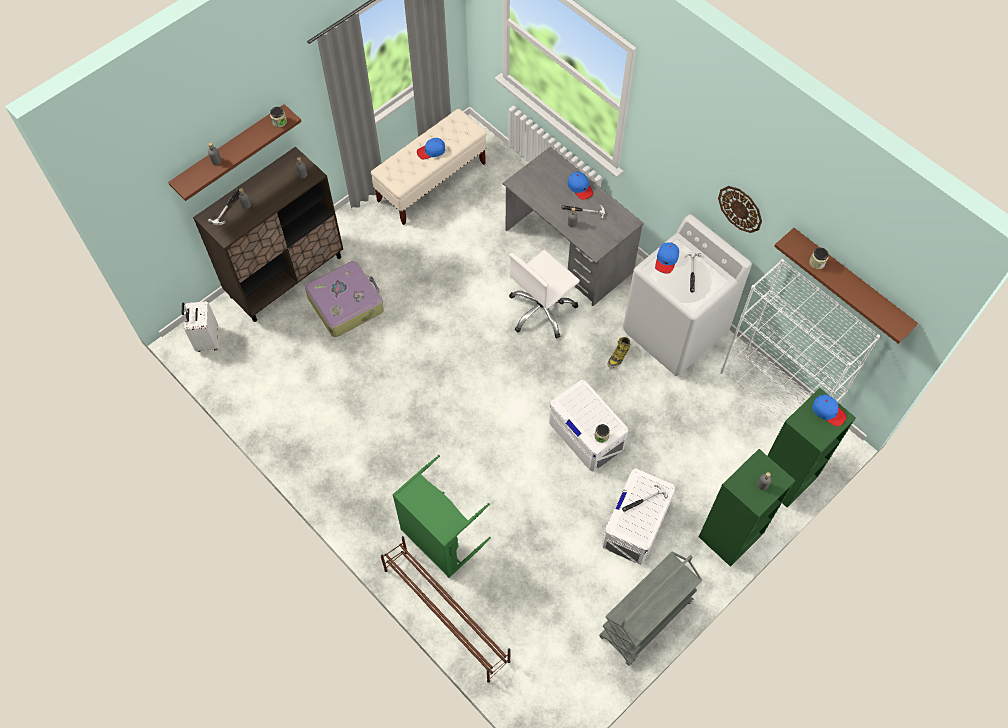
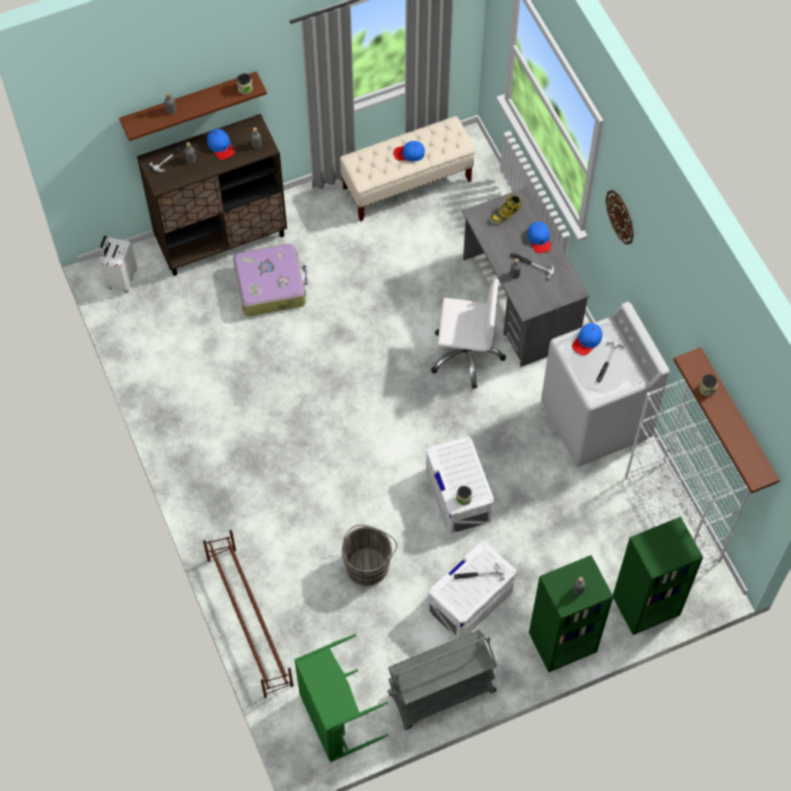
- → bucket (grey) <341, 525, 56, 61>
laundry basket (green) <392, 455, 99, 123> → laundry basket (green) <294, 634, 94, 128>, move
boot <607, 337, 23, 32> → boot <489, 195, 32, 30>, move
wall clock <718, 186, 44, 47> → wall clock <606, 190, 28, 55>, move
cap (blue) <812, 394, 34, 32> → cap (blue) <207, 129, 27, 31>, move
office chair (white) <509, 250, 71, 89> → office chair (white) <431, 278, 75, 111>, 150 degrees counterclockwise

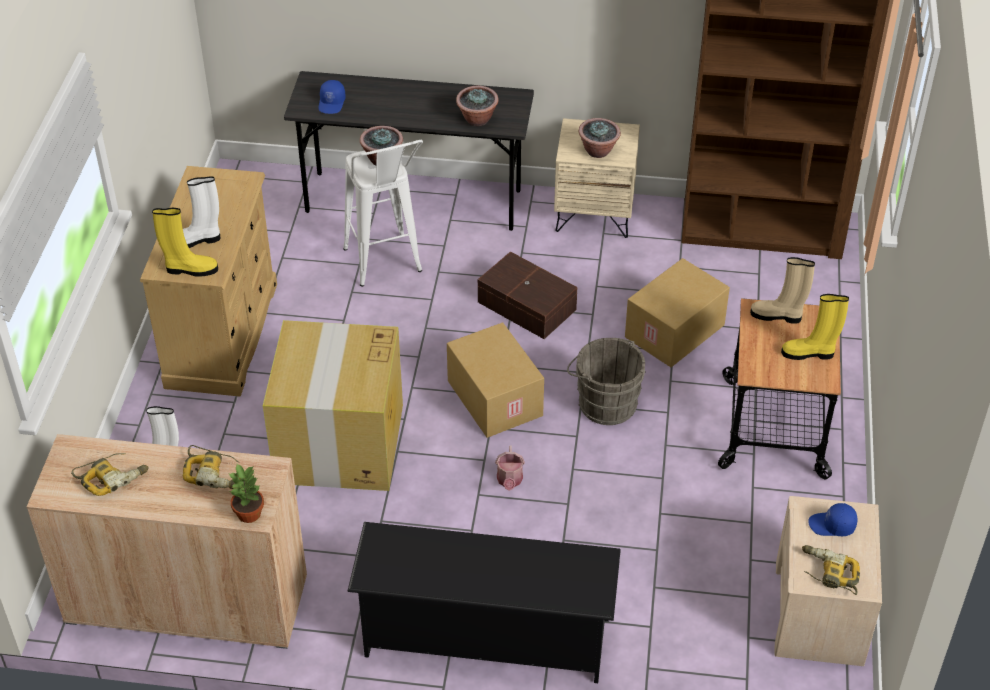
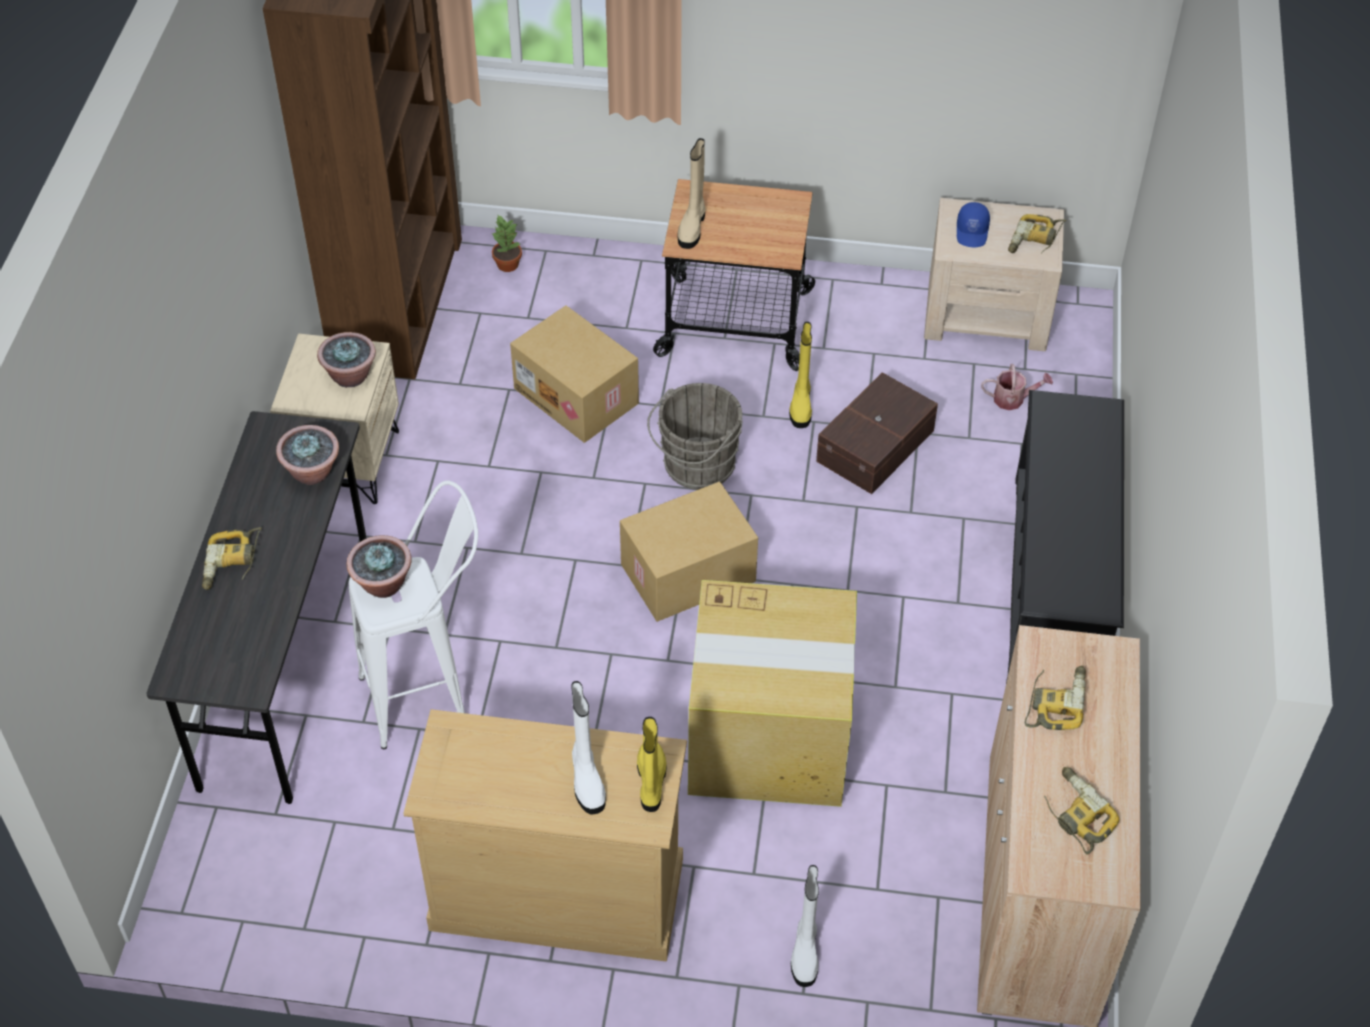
cap (blue) <319, 80, 27, 34> → -
- → power drill <202, 527, 60, 63>
potted plant <228, 464, 36, 59> → potted plant <492, 215, 30, 57>, move
storage box (brown) <478, 251, 99, 88> → storage box (brown) <816, 372, 122, 122>, move
watering can <495, 445, 30, 46> → watering can <981, 364, 72, 46>, move
boot (yellow) <781, 294, 68, 66> → boot (yellow) <789, 322, 23, 106>, move

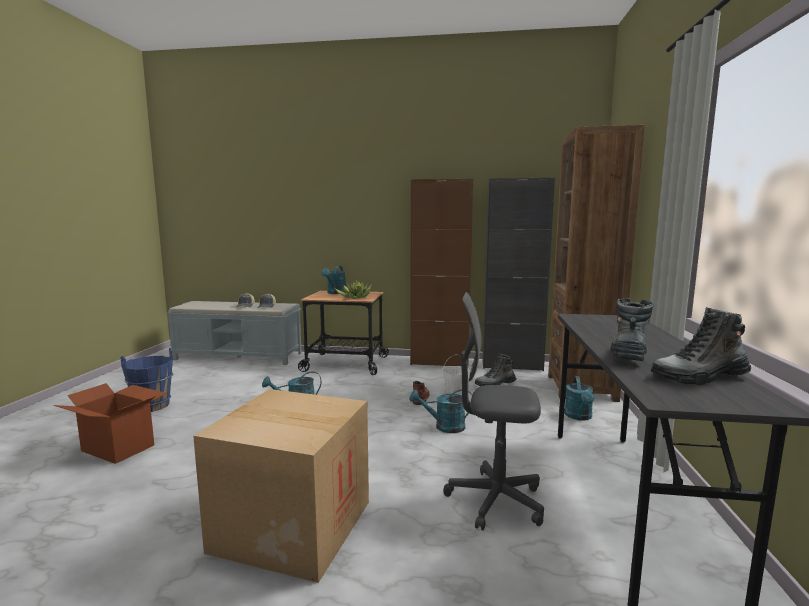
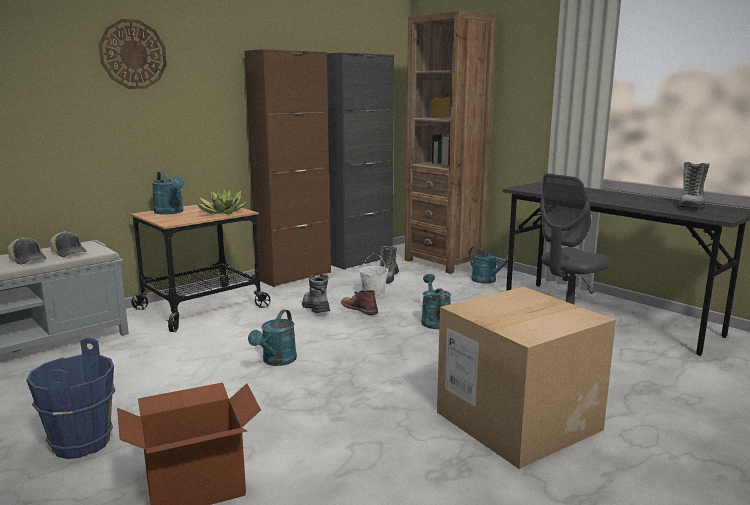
- → wall clock <99, 19, 68, 70>
boot <610, 298, 44, 63> → boot <302, 274, 28, 39>, move
watering can (turquoise) <410, 389, 62, 44> → watering can (turquoise) <421, 274, 30, 55>, 135 degrees clockwise

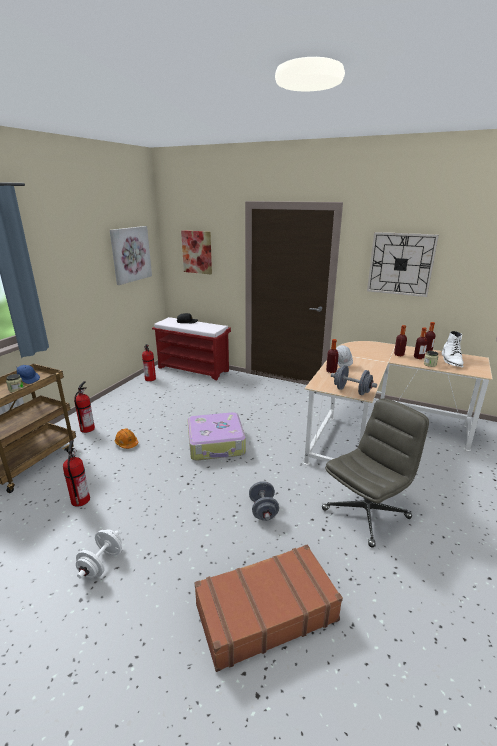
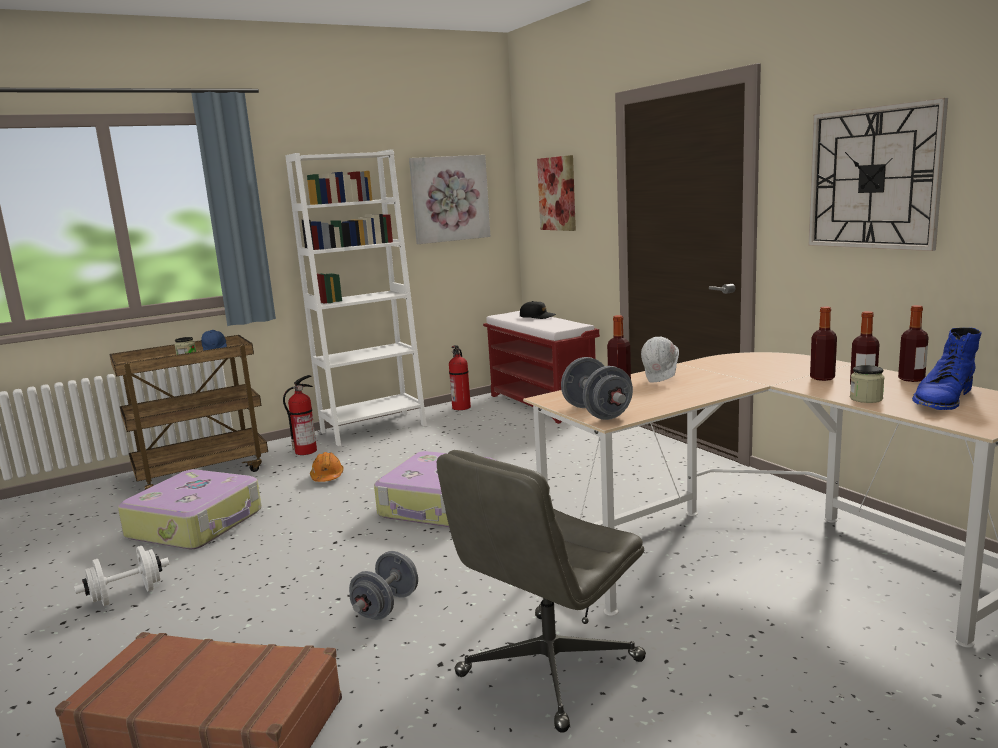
- → bookcase (white) <285, 149, 142, 297>
fire extinguisher <63, 440, 27, 67> → suitcase <118, 469, 144, 80>
boot (white) <442, 331, 21, 37> → boot (blue) <912, 327, 70, 83>
office chair (grey) <322, 398, 107, 149> → office chair (grey) <437, 450, 209, 283>, 135 degrees clockwise

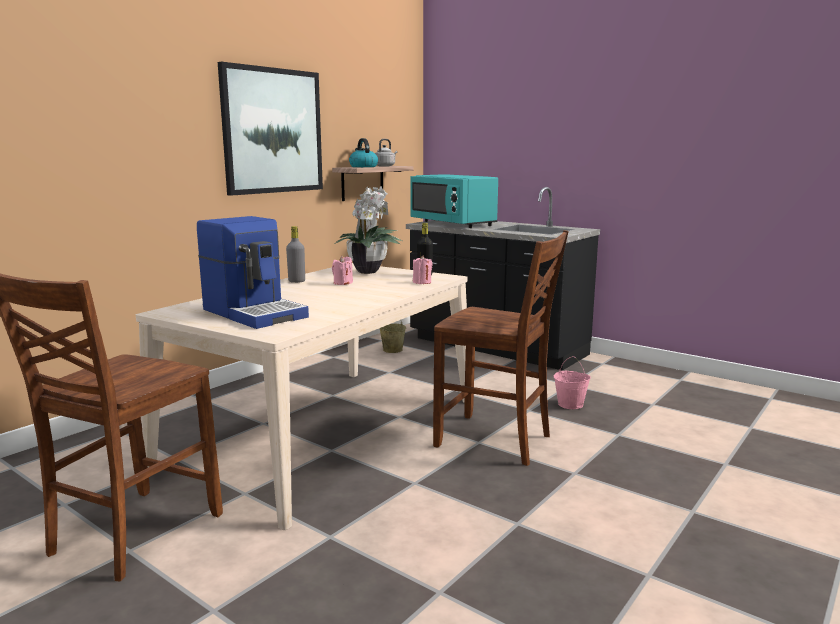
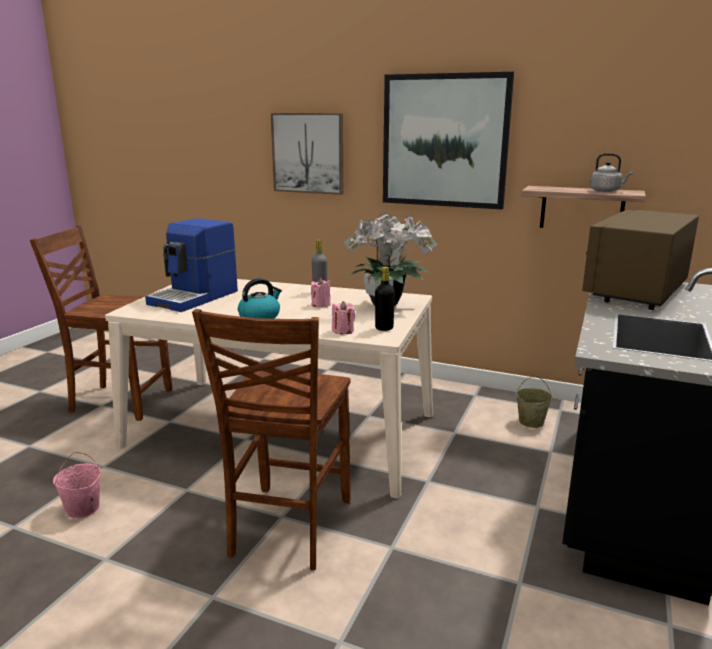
- → picture <271, 113, 72, 82>
kettle <349, 138, 29, 29> → kettle <238, 278, 44, 41>, move
bucket (pink) <554, 356, 37, 53> → bucket (pink) <53, 452, 48, 67>, move
microwave (turquoise) <410, 174, 88, 54> → microwave (brown) <582, 210, 117, 100>

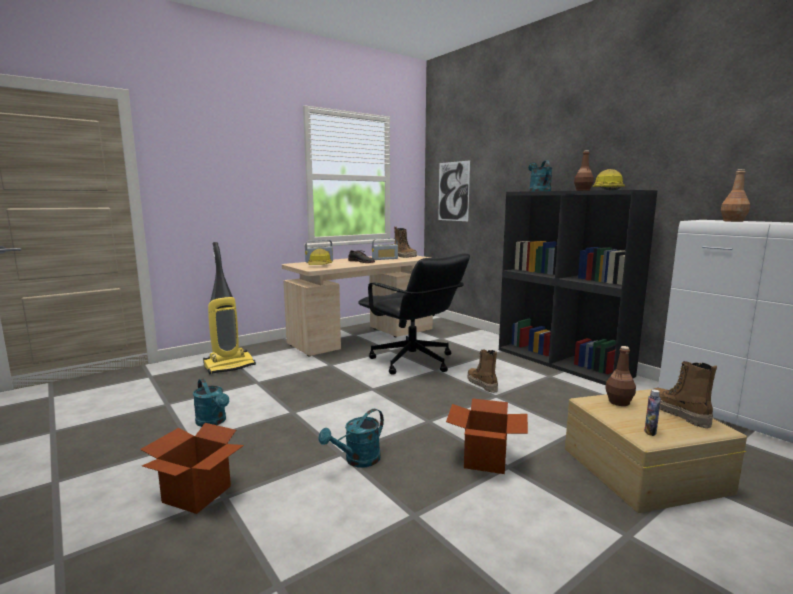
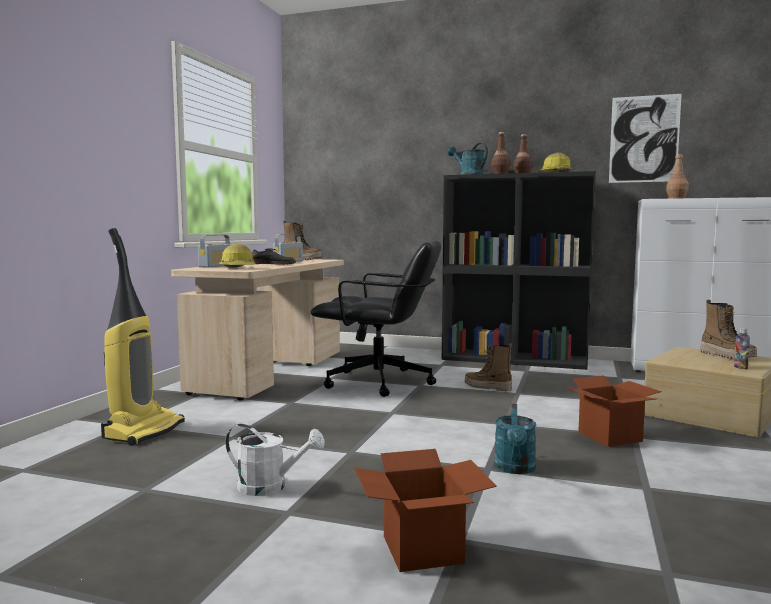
picture <438, 160, 32, 61> → picture <609, 94, 73, 89>, move
bottle (brown) <606, 346, 30, 60> → bottle (brown) <491, 132, 20, 42>, move
watering can (turquoise) <193, 379, 36, 48> → watering can (white) <225, 424, 100, 72>
boot <650, 361, 67, 67> → boot <700, 300, 57, 59>, 150 degrees counterclockwise

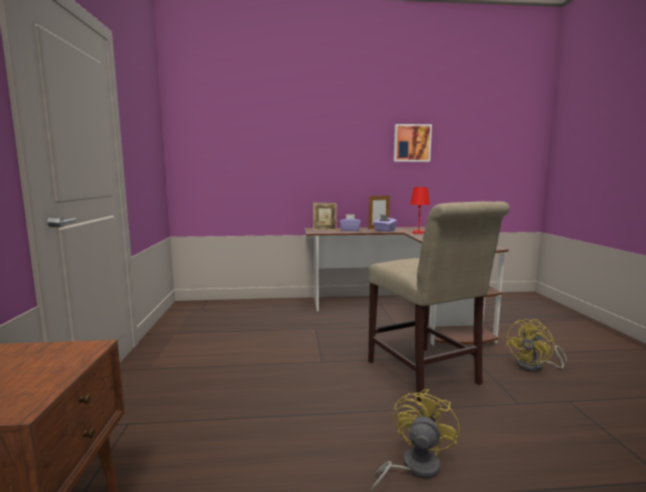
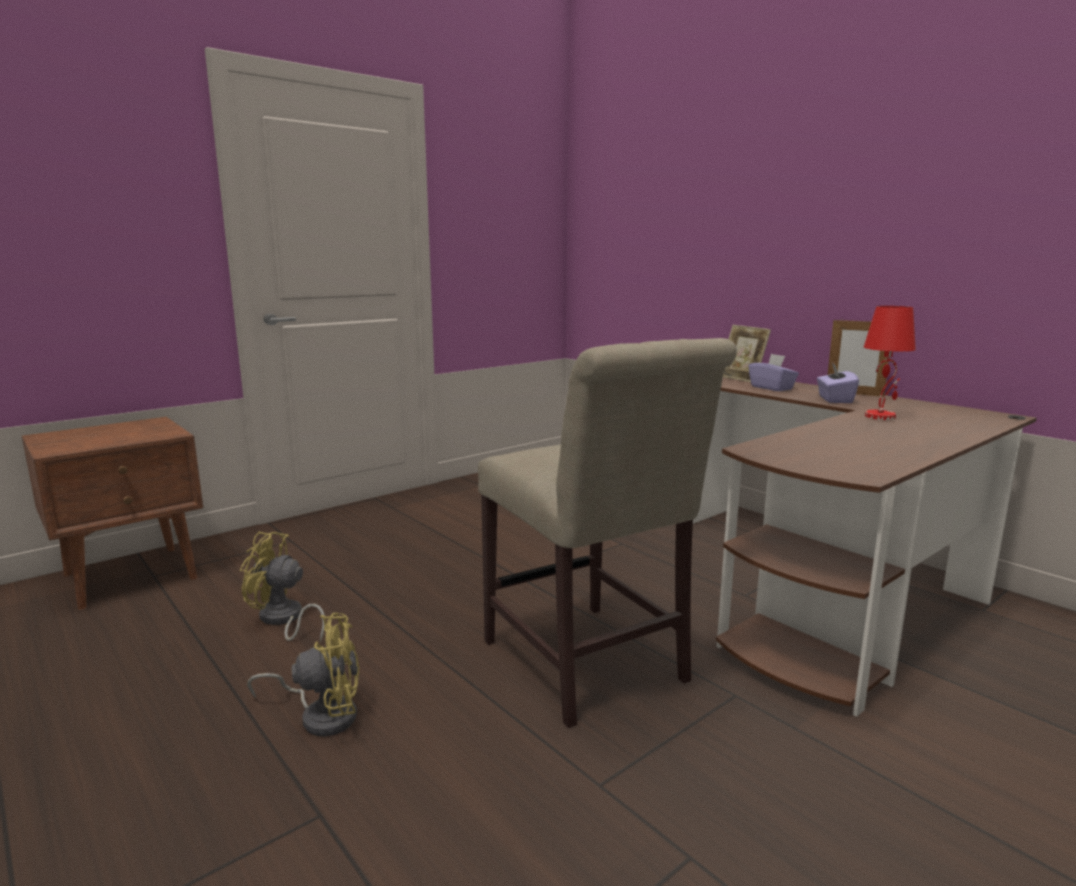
picture <394, 124, 38, 38> → -
fan (yellow) <506, 319, 61, 53> → fan (yellow) <240, 532, 85, 111>, move
chair (beige) <368, 201, 142, 201> → chair (beige) <478, 338, 259, 390>, 60 degrees counterclockwise

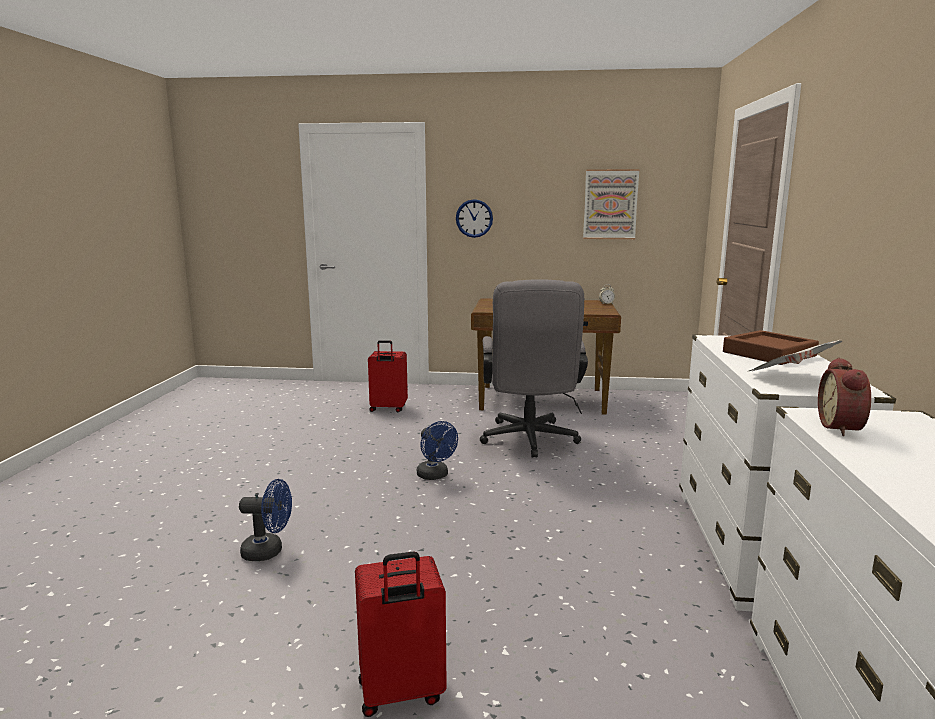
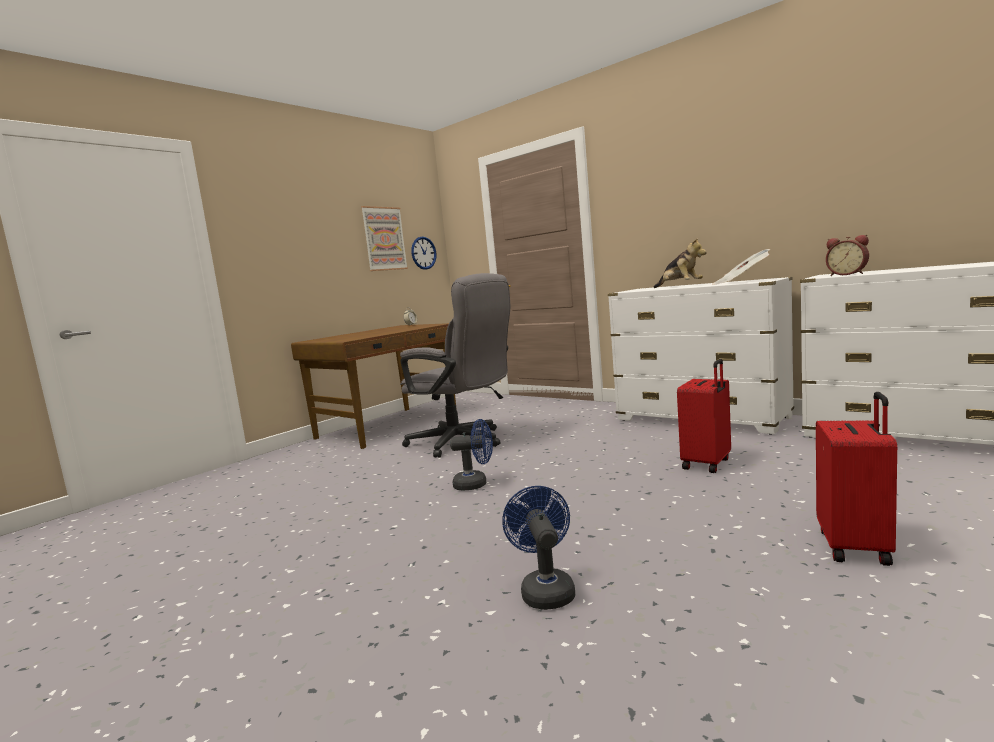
suitcase (red) <368, 340, 40, 72> → suitcase (red) <677, 359, 54, 114>, move
wall clock <456, 199, 37, 39> → wall clock <411, 236, 25, 34>, move
tray (brown) <723, 330, 96, 35> → plush toy <654, 239, 53, 49>
fan (blue) <239, 479, 53, 82> → fan (blue) <502, 486, 73, 124>, 45 degrees counterclockwise

